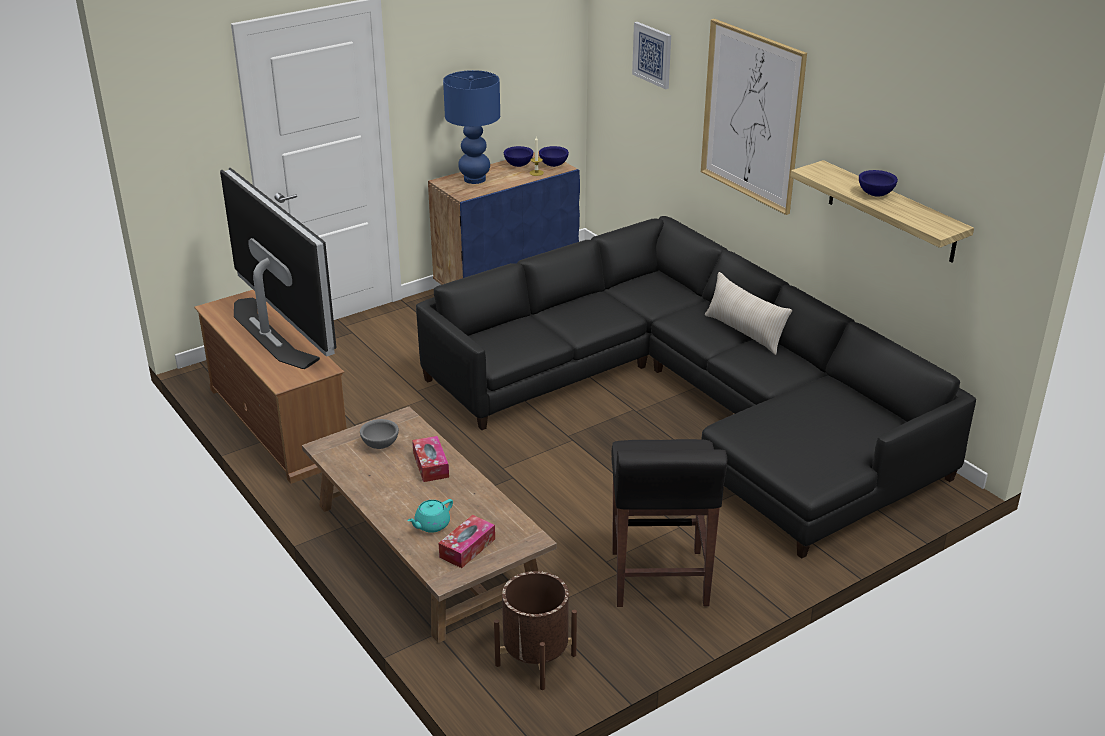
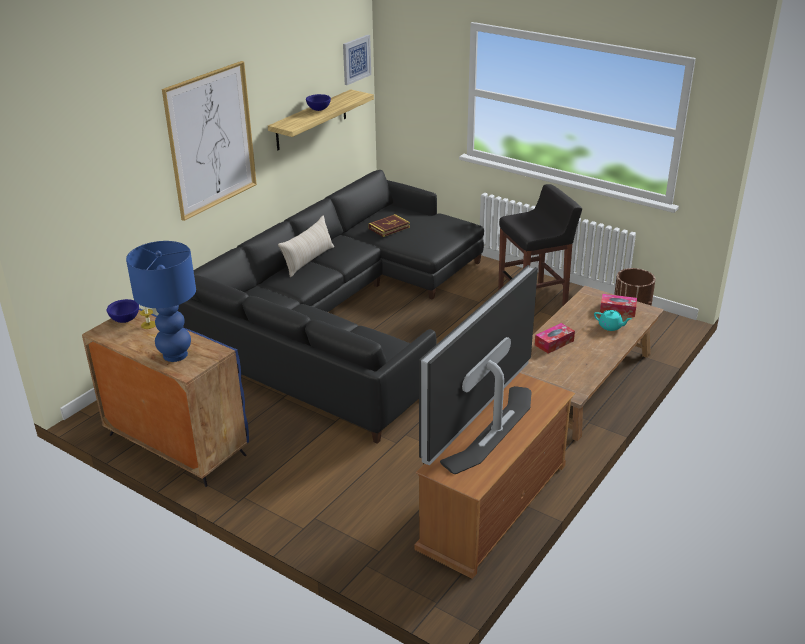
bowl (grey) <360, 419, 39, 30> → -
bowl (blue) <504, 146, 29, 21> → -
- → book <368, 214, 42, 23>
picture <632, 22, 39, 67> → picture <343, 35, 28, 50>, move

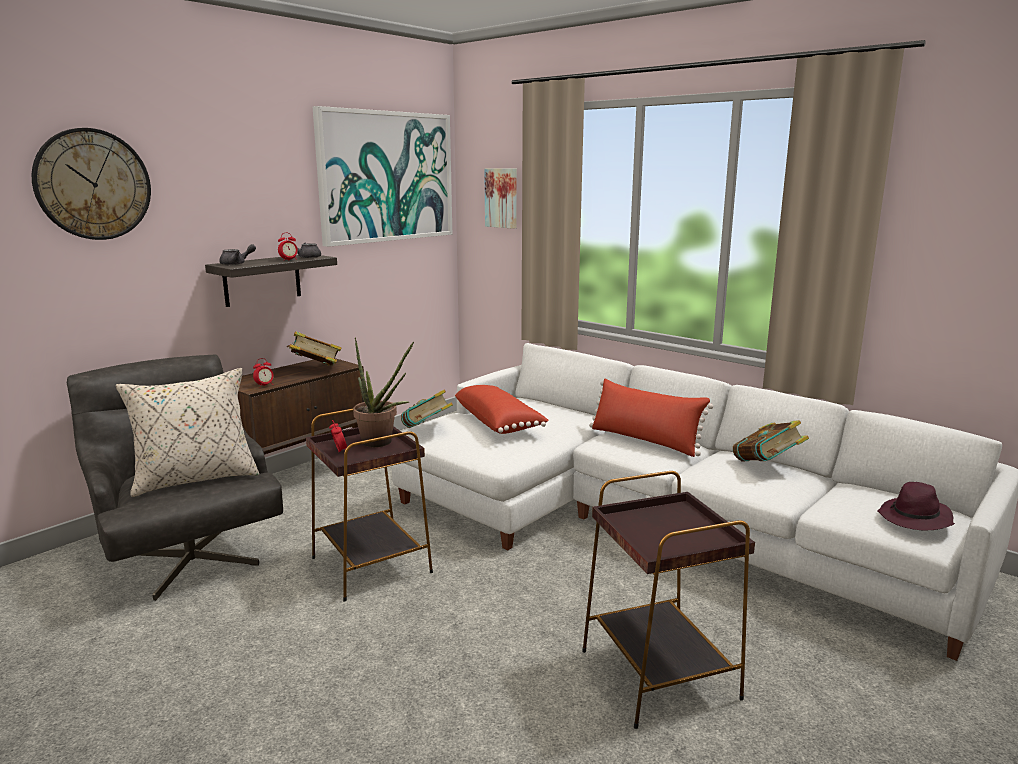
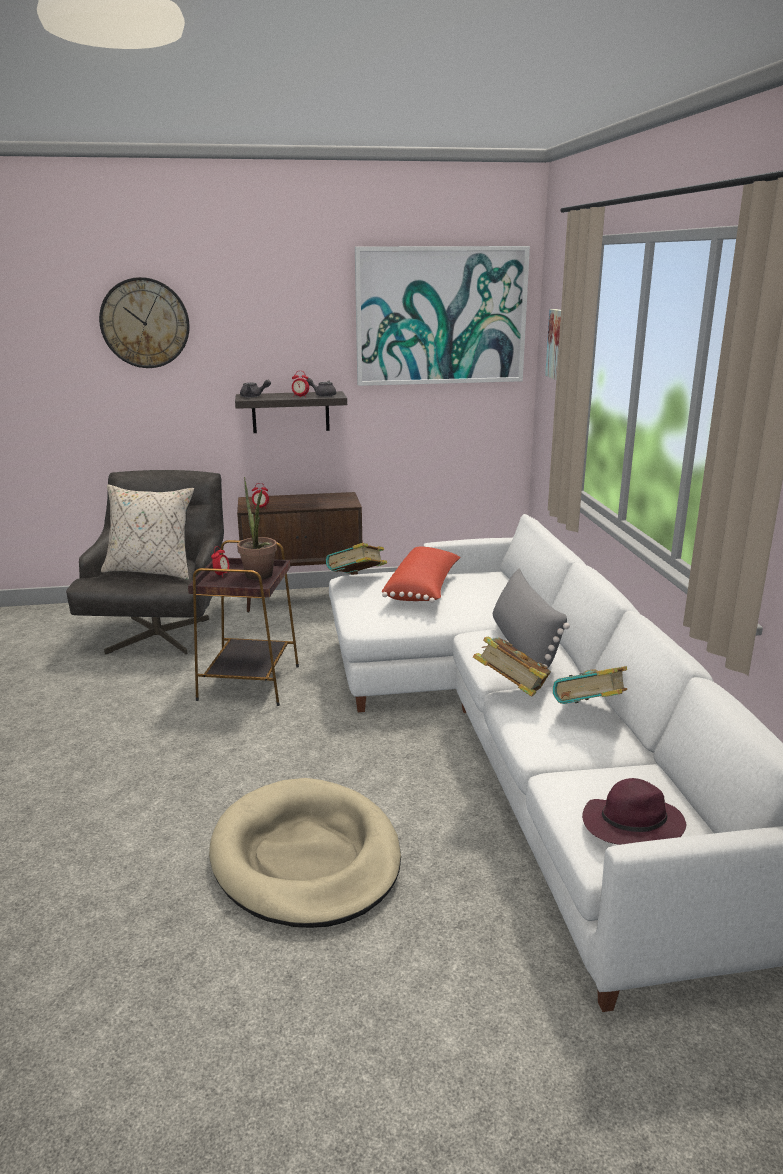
book <287, 331, 55, 35> → book <473, 637, 78, 60>, move
side table (brown) <582, 471, 173, 258> → dog bed (beige) <209, 778, 192, 150>
pillow (red) <589, 378, 124, 79> → pillow (grey) <493, 568, 77, 101>

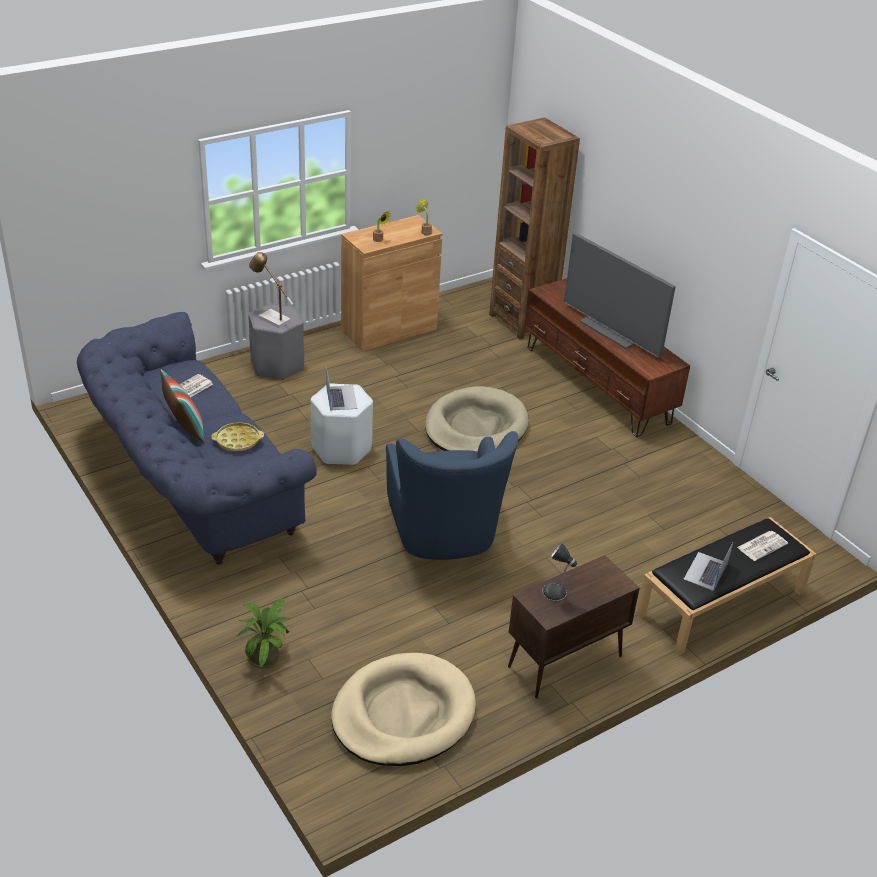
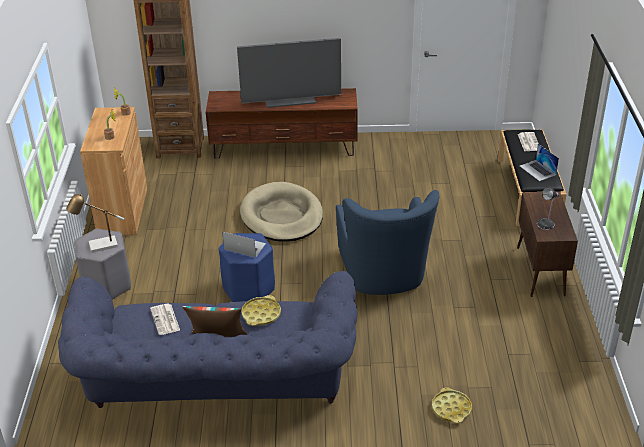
dog bed (beige) <331, 653, 145, 113> → -
potted plant <237, 598, 52, 71> → tray (yellow) <432, 387, 40, 36>
stool (white) <311, 383, 62, 83> → stool (blue) <219, 233, 56, 69>
armchair (blue) <386, 431, 132, 129> → armchair (blue) <336, 190, 103, 105>, 60 degrees clockwise

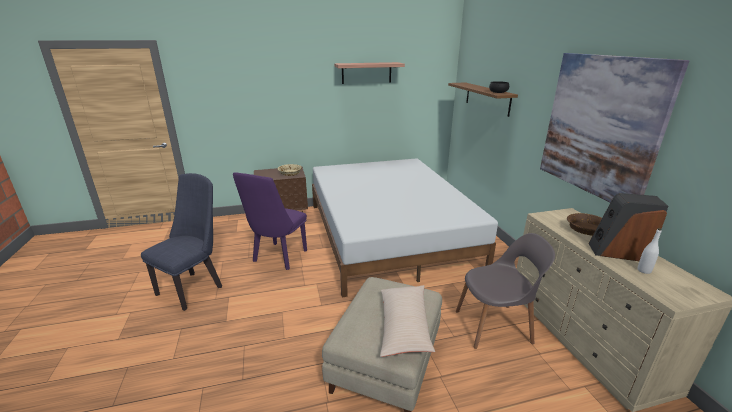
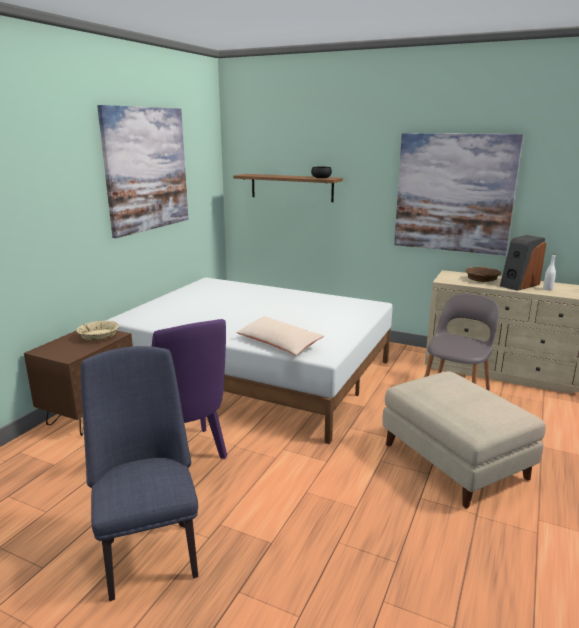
pillow (beige) <380, 285, 55, 72> → pillow (beige) <236, 316, 88, 39>, move
shelf <334, 62, 71, 22> → picture <97, 105, 91, 133>

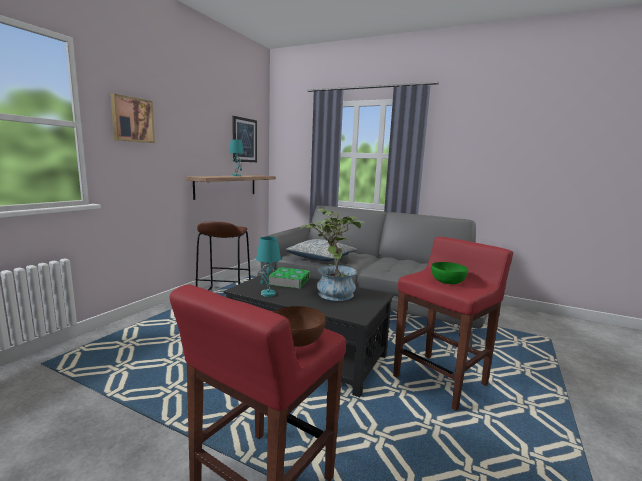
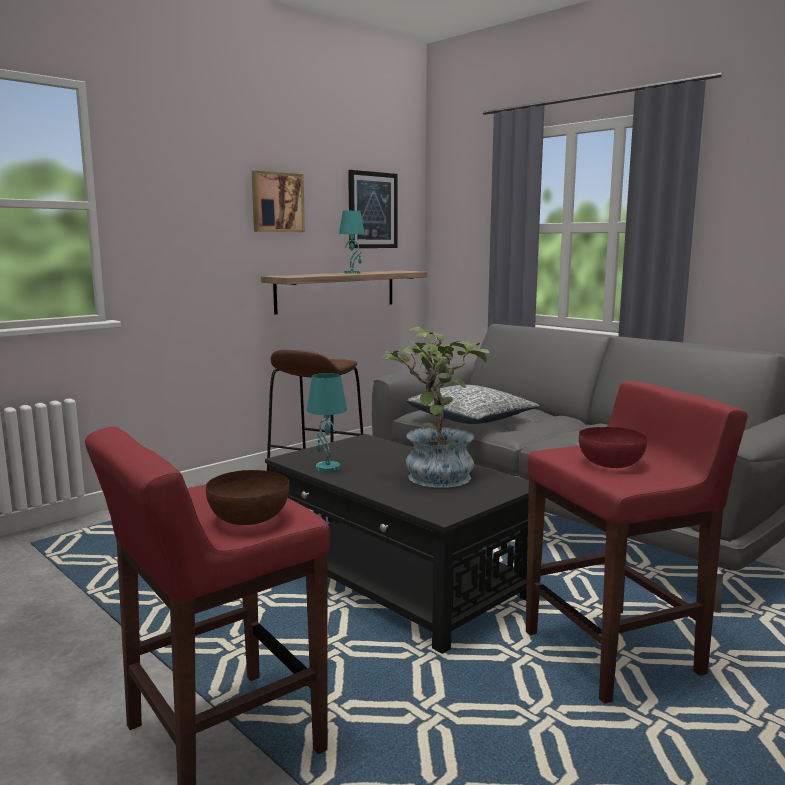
book <268, 267, 42, 22> → -
picture <111, 94, 44, 49> → picture <252, 171, 53, 61>, move
bowl (green) <431, 262, 37, 22> → bowl (red) <579, 427, 68, 41>

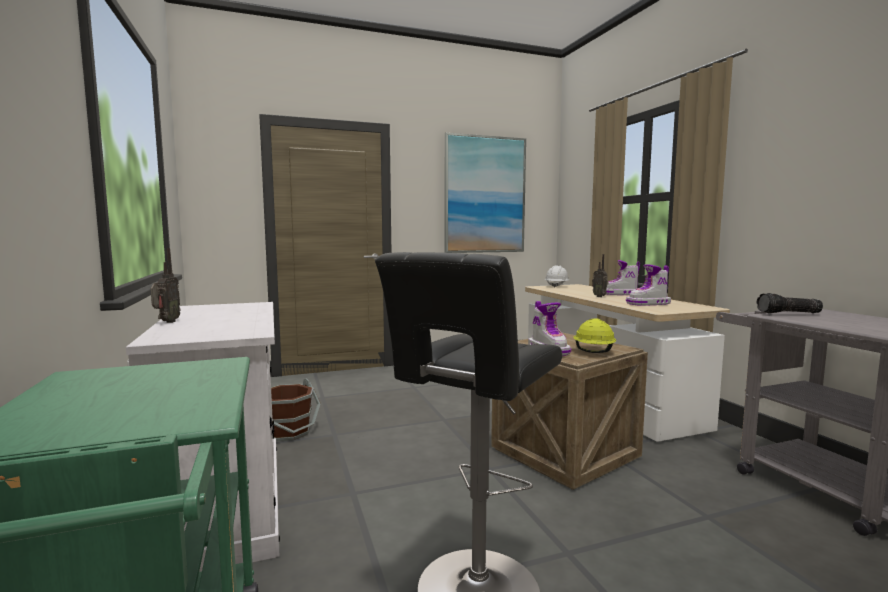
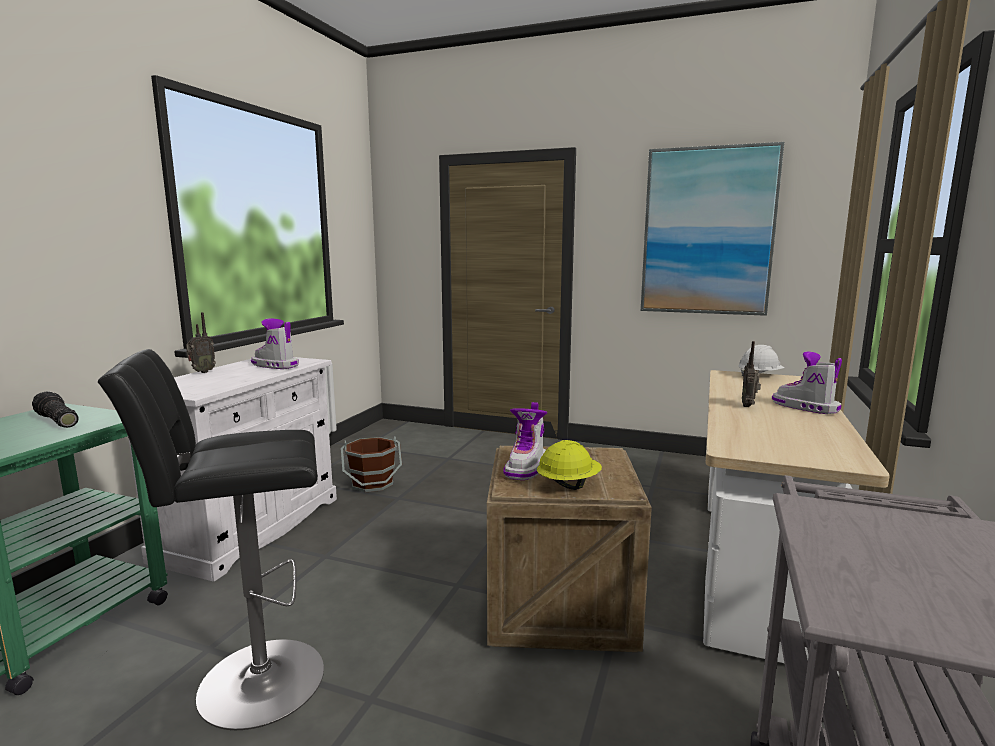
boot <626, 264, 45, 41> → boot <251, 318, 48, 51>, move
flashlight <756, 293, 67, 20> → flashlight <32, 391, 47, 37>, move

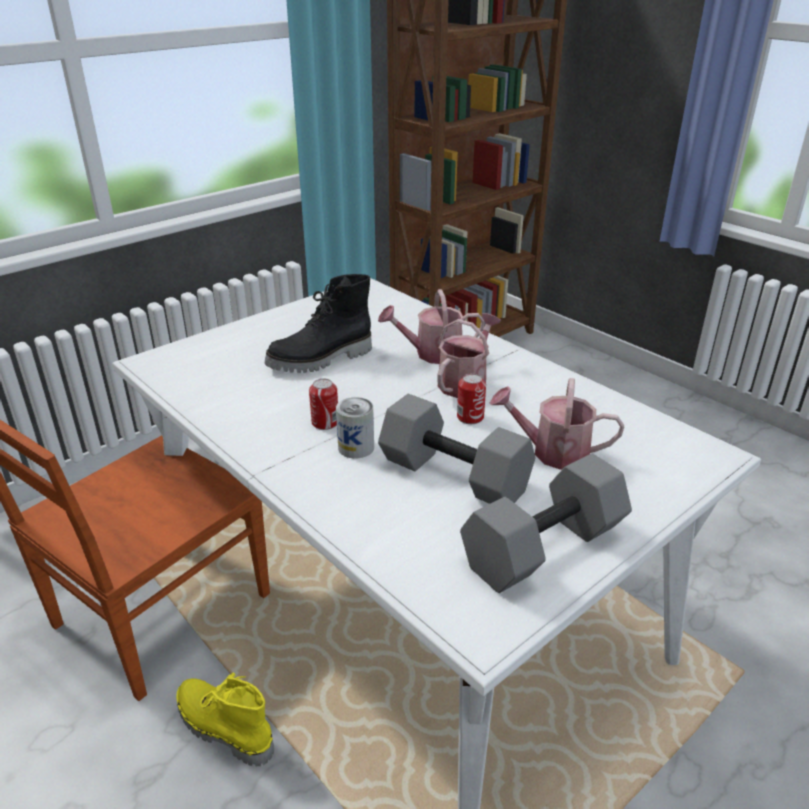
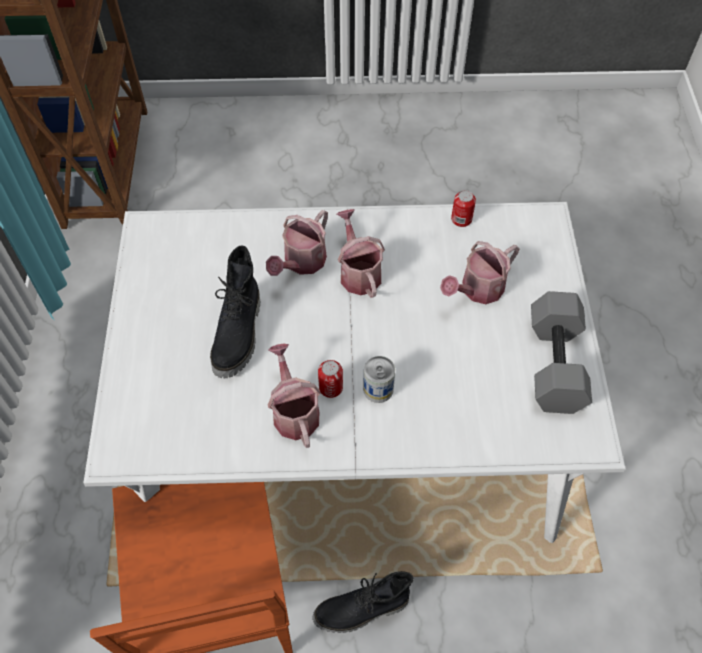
dumbbell (grey) <378, 394, 157, 110> → -
- → watering can <268, 343, 53, 105>
can <457, 374, 29, 50> → can <451, 190, 25, 37>, move
boot (yellow) <176, 672, 98, 94> → boot (black) <313, 571, 101, 62>

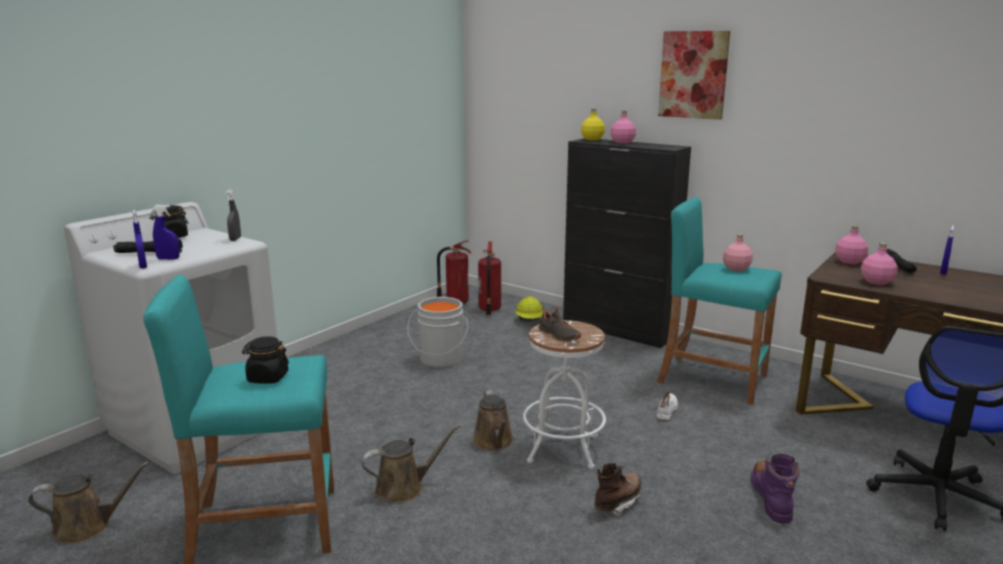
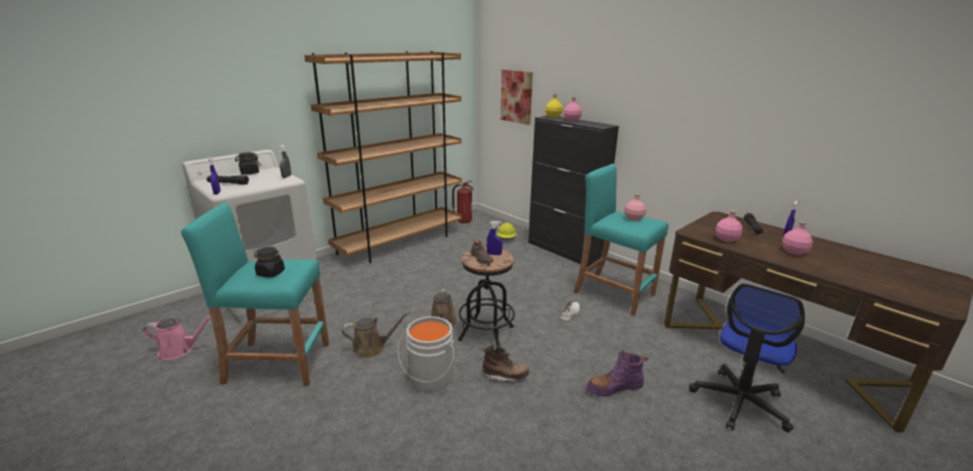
fire extinguisher <478, 241, 23, 74> → -
- → bookcase (brown) <304, 51, 158, 212>
spray bottle (blue) <153, 205, 27, 55> → spray bottle (blue) <487, 221, 16, 34>, move
bucket (grey) <407, 297, 61, 70> → bucket (grey) <398, 316, 56, 76>, move
picture <658, 31, 72, 89> → picture <500, 70, 33, 55>, move
bottle (pink) <835, 225, 33, 39> → bottle (pink) <783, 221, 30, 34>, move
watering can (brown) <28, 461, 122, 83> → watering can (pink) <143, 316, 68, 44>
stool (white) <523, 320, 83, 149> → stool (black) <458, 247, 57, 99>
boot (brown) <594, 463, 48, 54> → boot (brown) <483, 346, 47, 35>, 45 degrees clockwise
boot (purple) <751, 454, 48, 70> → boot (purple) <586, 350, 62, 46>, 120 degrees counterclockwise

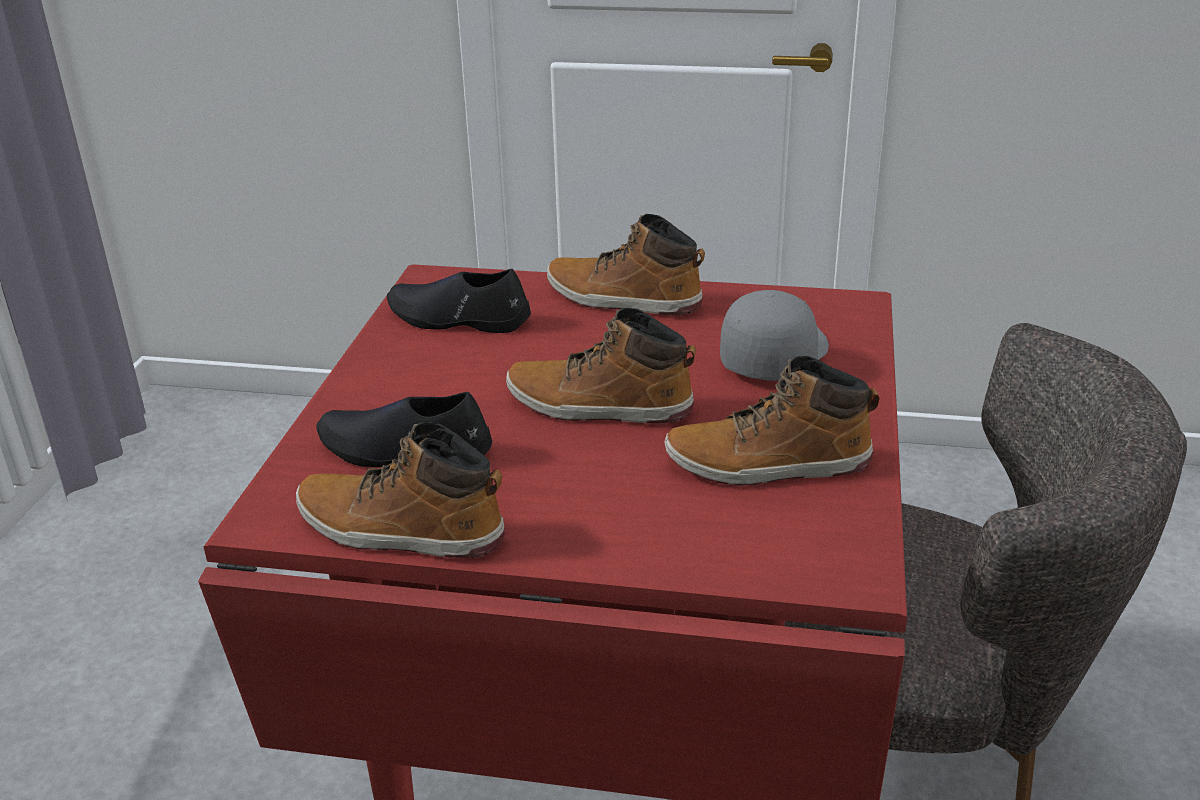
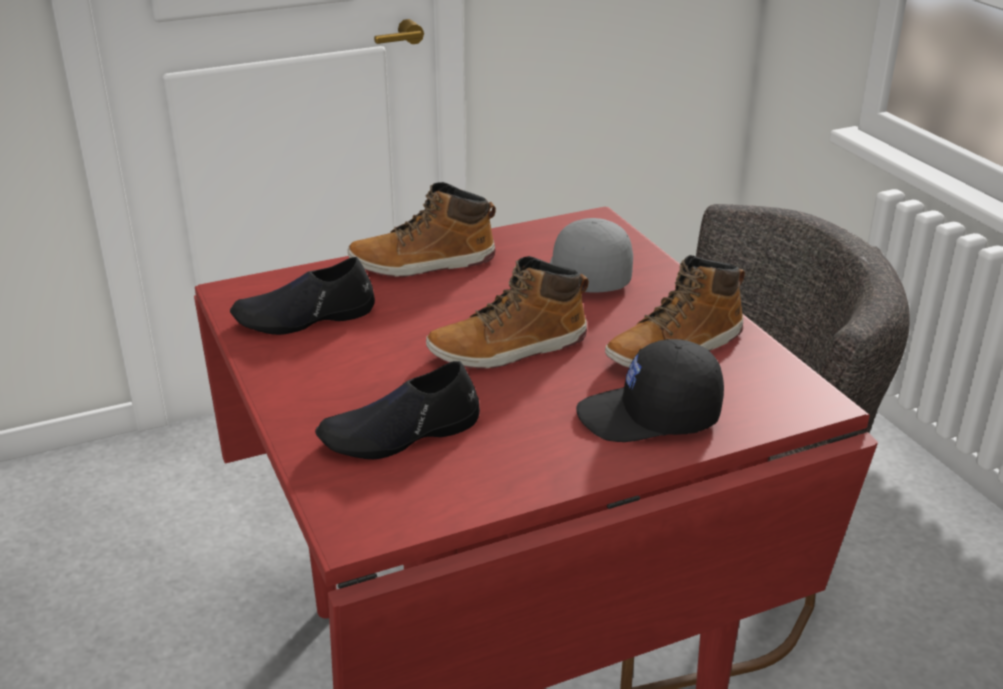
boot <296, 422, 209, 136> → -
- → cap (black) <576, 339, 148, 103>

